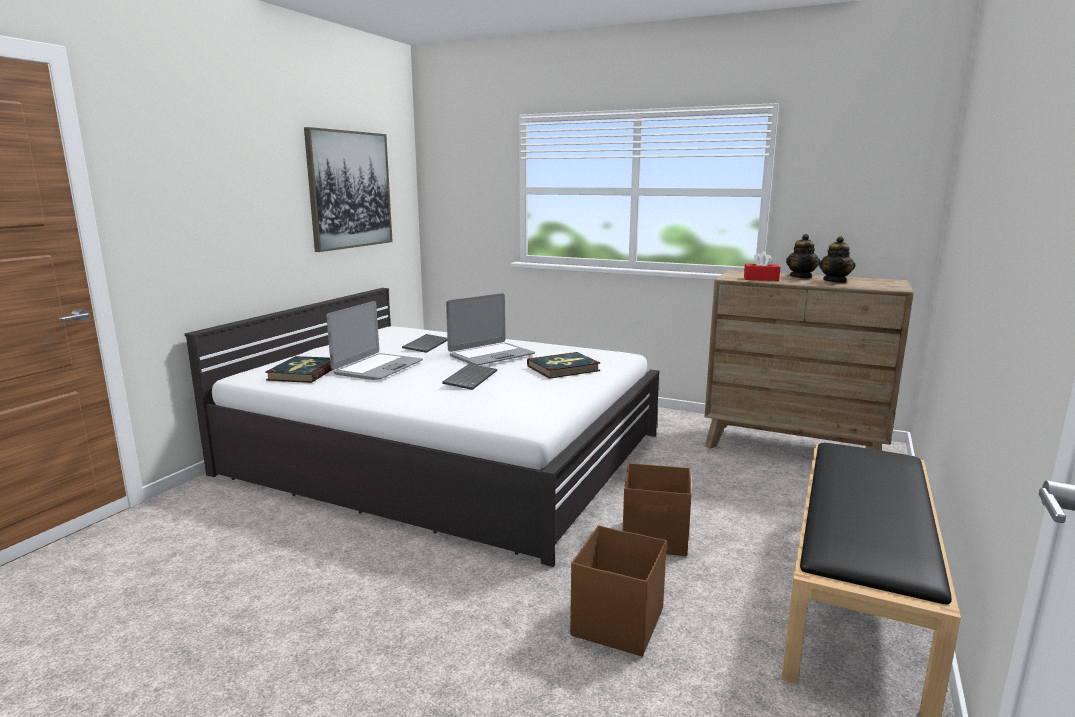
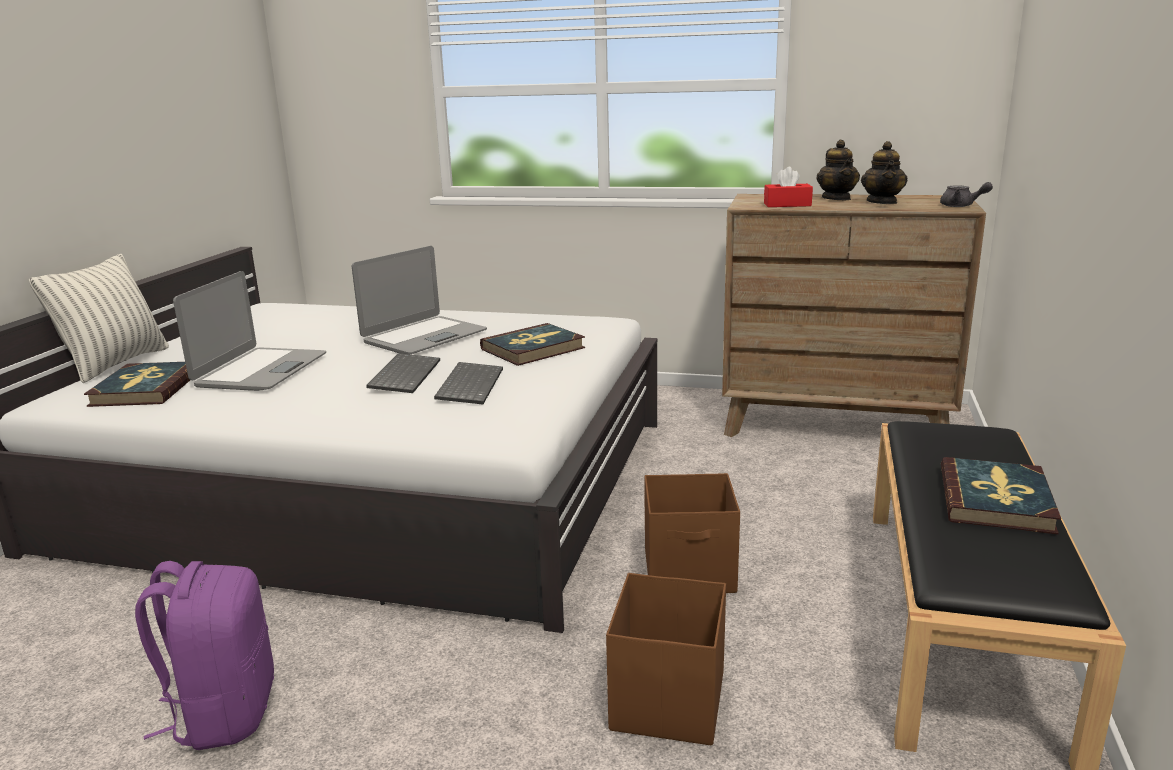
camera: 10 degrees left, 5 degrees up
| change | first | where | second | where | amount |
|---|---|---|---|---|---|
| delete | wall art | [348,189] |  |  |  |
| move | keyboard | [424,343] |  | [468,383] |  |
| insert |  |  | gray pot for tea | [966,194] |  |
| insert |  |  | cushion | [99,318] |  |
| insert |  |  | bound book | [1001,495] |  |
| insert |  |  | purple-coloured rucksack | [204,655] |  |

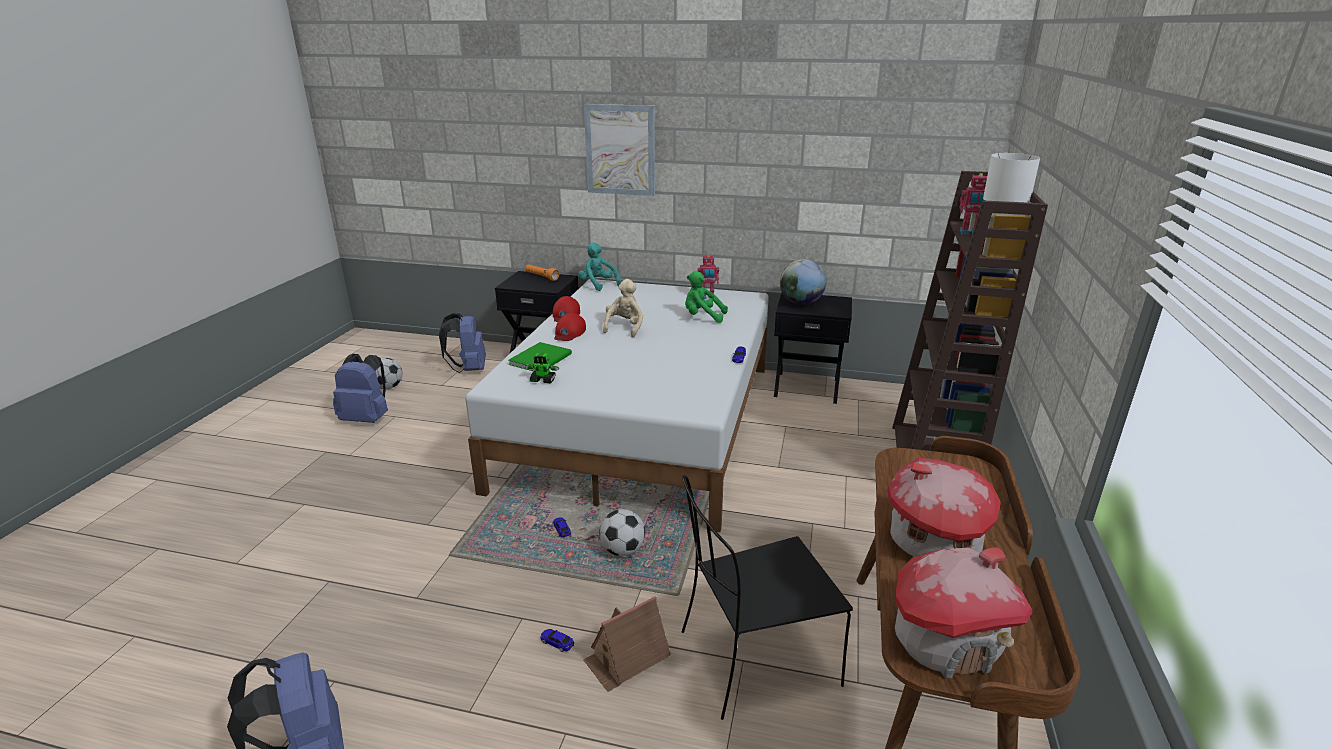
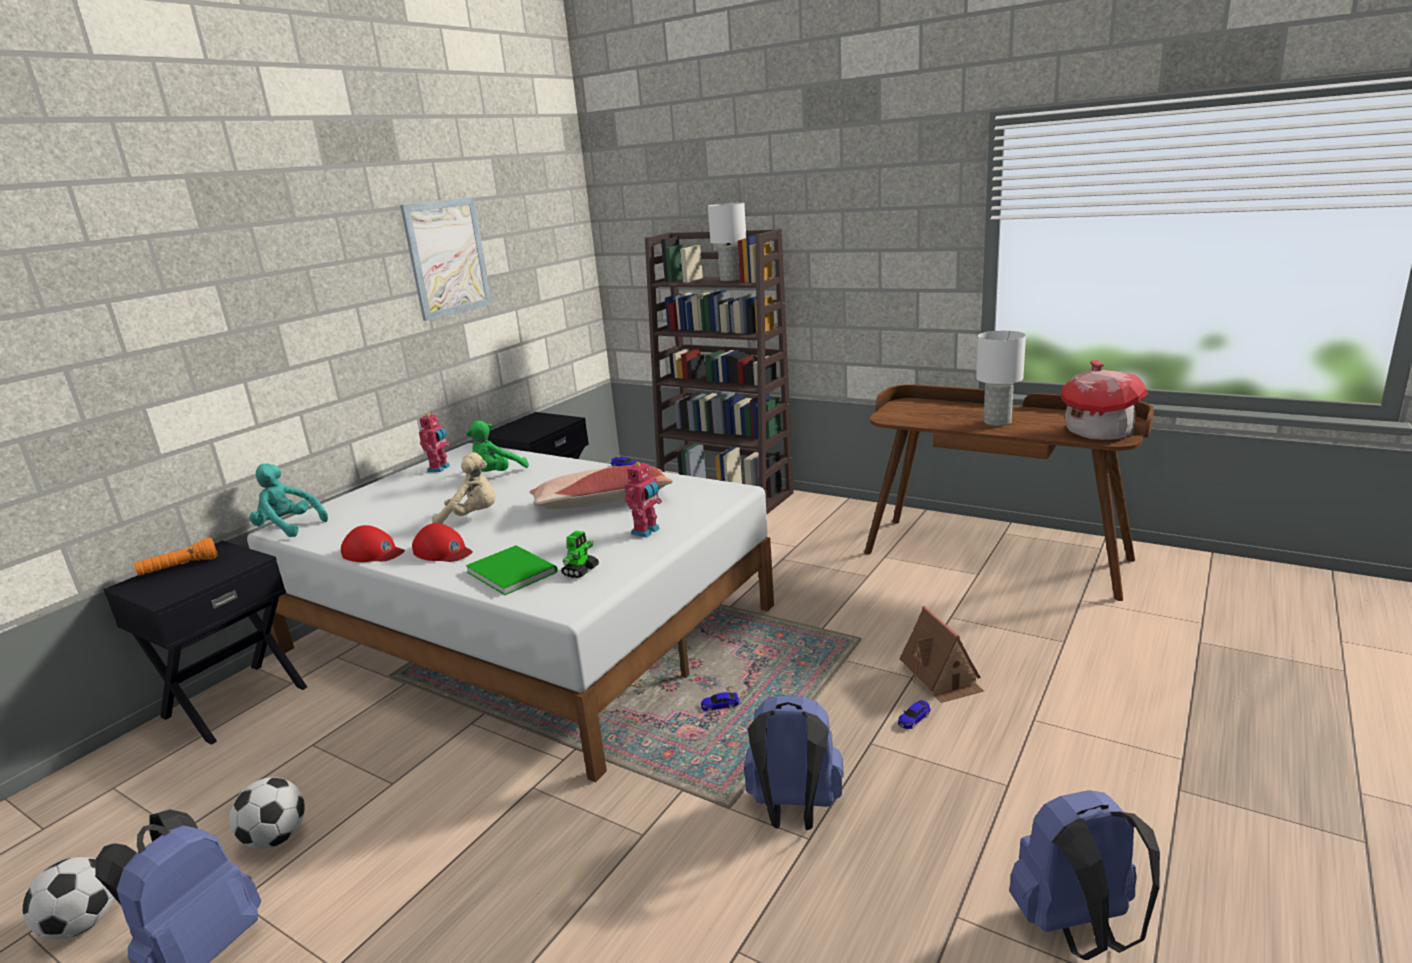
camera: 70 degrees left, 5 degrees down
| change | first | where | second | where | amount |
|---|---|---|---|---|---|
| move | wall art | [619,150] |  | [446,259] |  |
| move | toy robot | [973,204] |  | [643,499] |  |
| rotate | blue-green soft toy | [599,267] |  | [288,500] | 45 degrees clockwise |
| delete | world globe | [803,282] |  |  |  |
| rotate | beige soft toy | [623,308] |  | [464,488] | 150 degrees clockwise |
| move | blue rucksack | [462,343] |  | [794,763] |  |
| replace | miniature house | [944,507] | whitish tabletop lamp | [1001,378] |  |
| delete | blackish chair | [767,597] |  |  |  |
| move | football | [622,532] |  | [267,813] |  |
| insert |  |  | cushion | [601,487] |  |

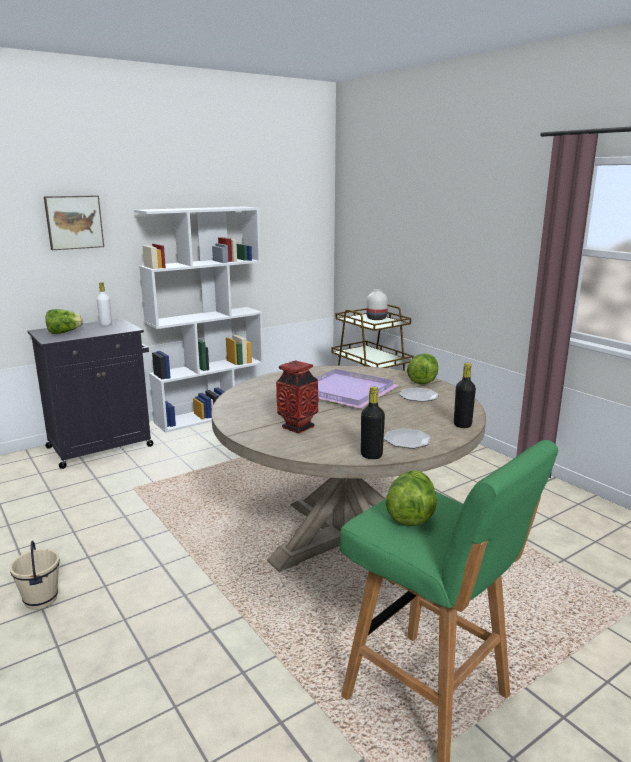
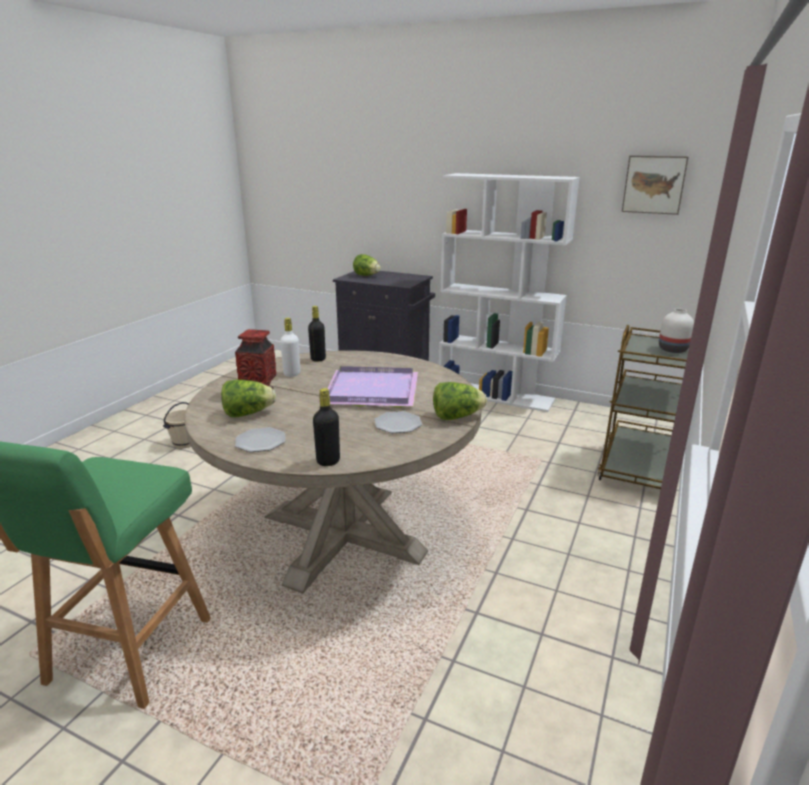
camera: 60 degrees right, 5 degrees up
| change | first | where | second | where | amount |
|---|---|---|---|---|---|
| move | wall art | [74,223] |  | [655,185] |  |
| move | whitish drink bottle | [104,304] |  | [290,347] |  |
| move | blackish drink bottle | [373,422] |  | [317,334] |  |
| move | lettuce | [411,498] |  | [248,398] |  |

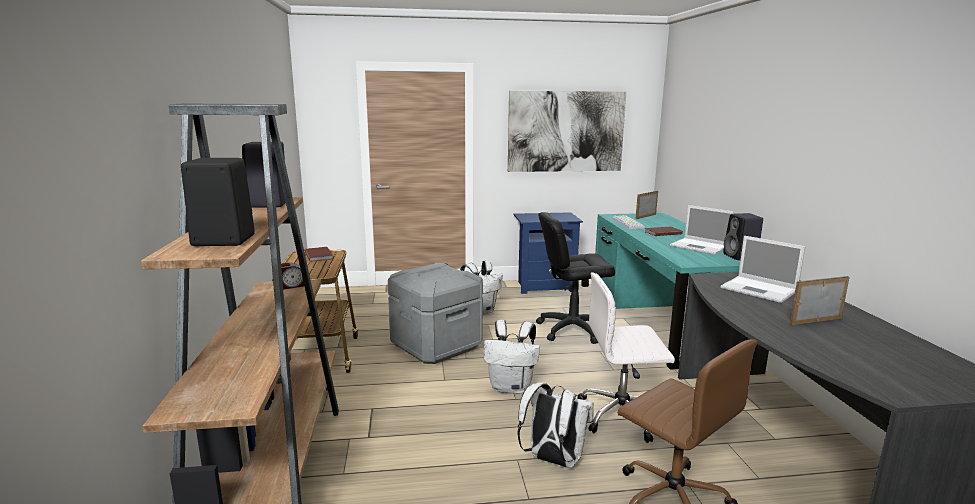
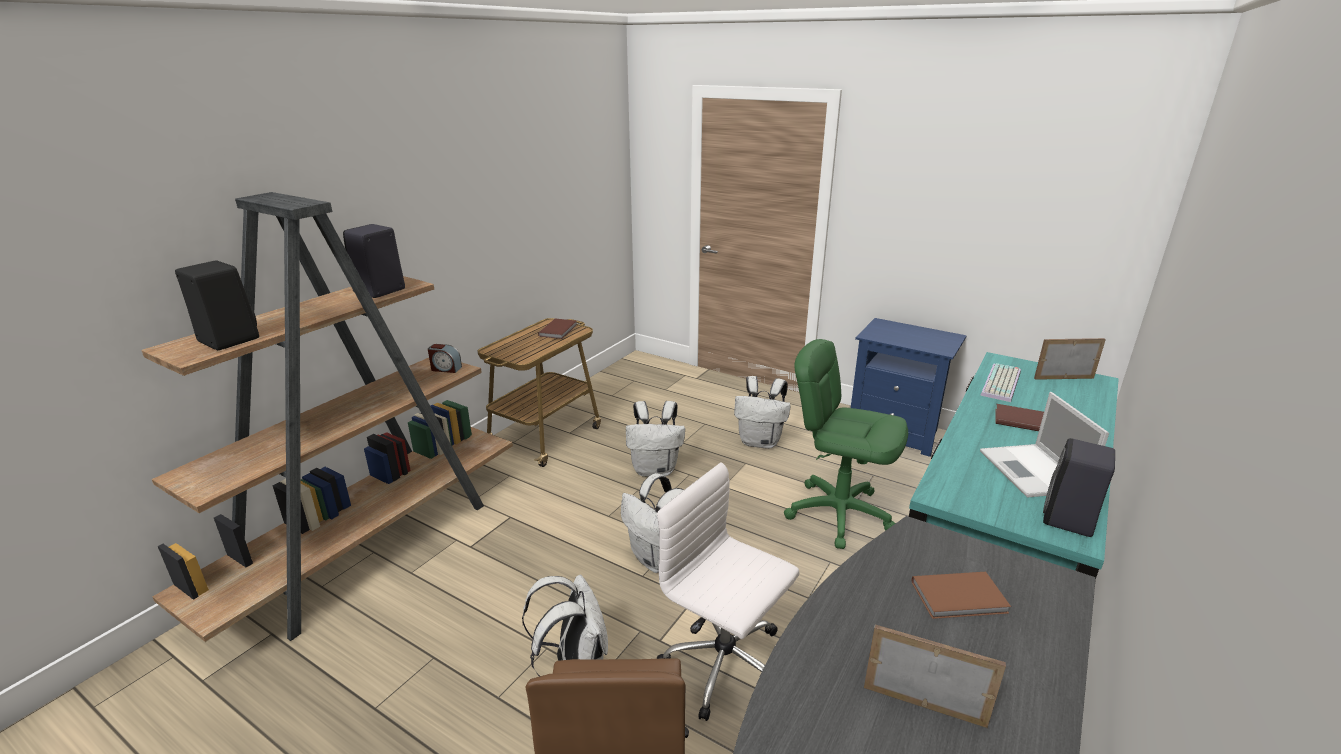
camera: 40 degrees right, 10 degrees up
| change | first | where | second | where | amount |
|---|---|---|---|---|---|
| delete | wall art | [567,131] |  |  |  |
| recolor | blackish office chair | [575,278] | green office chair | [846,444] |  |
| replace | portable computer | [763,269] | brownish bound book | [961,595] |  |
| replace | gray storage box | [435,313] | whitish rucksack | [655,439] |  |

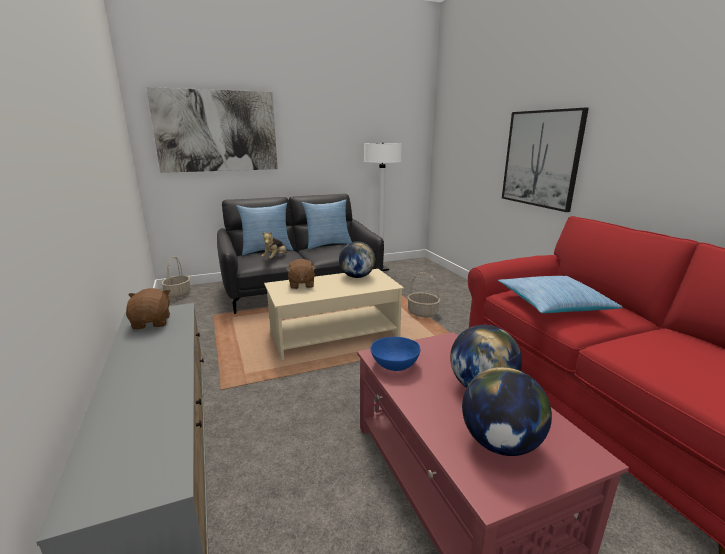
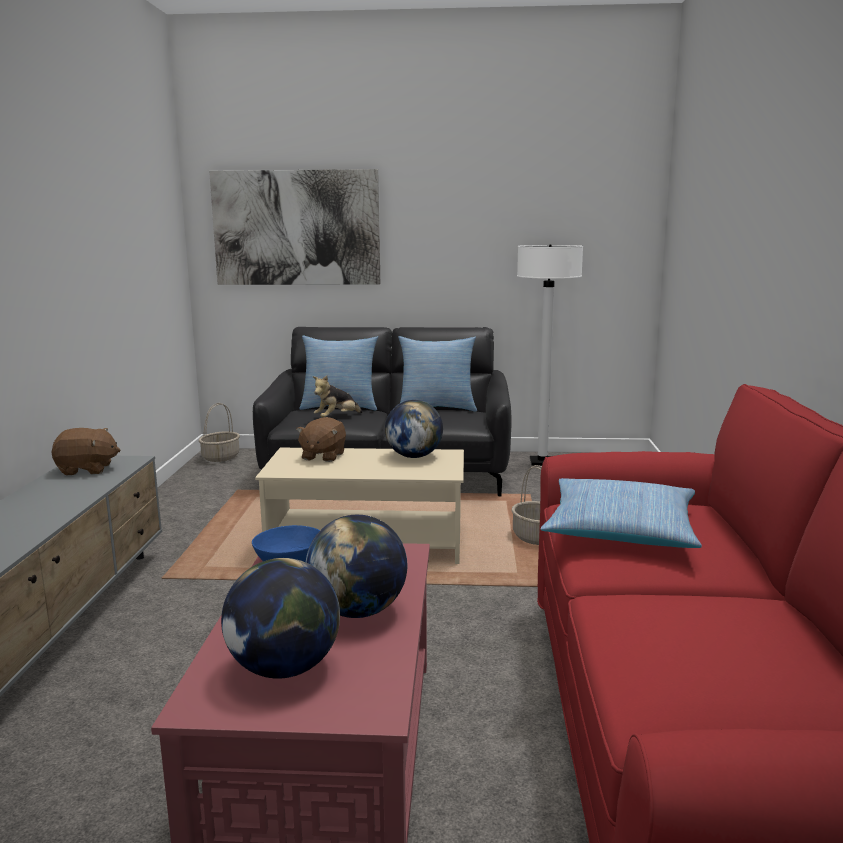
camera: 25 degrees right, 5 degrees down
| change | first | where | second | where | amount |
|---|---|---|---|---|---|
| delete | wall art | [545,160] |  |  |  |
| rotate | brownish soft toy | [148,308] |  | [86,452] | 75 degrees clockwise |

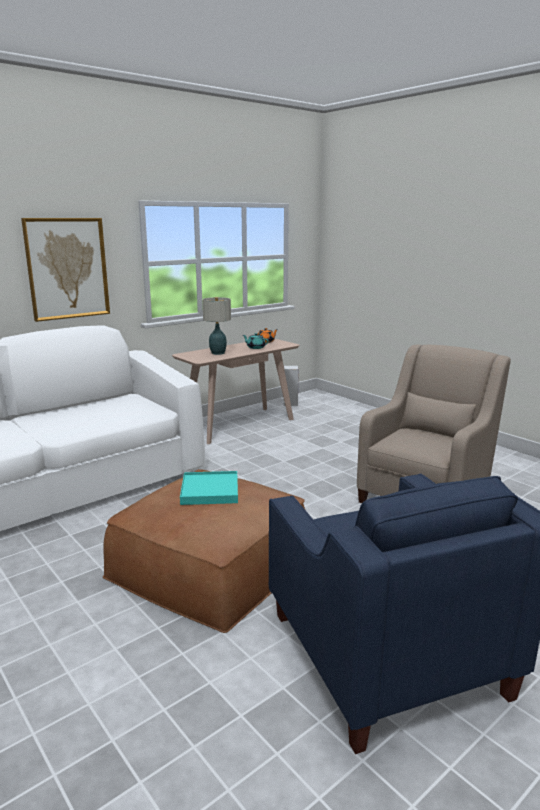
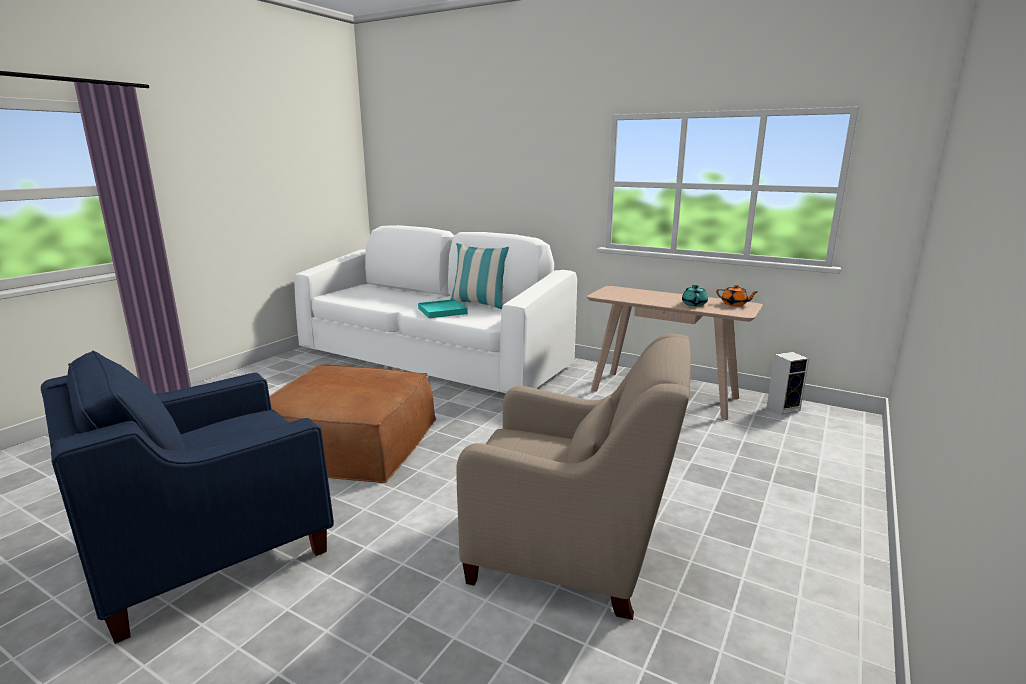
camera: 70 degrees right, 0 degrees up
| change | first | where | second | where | amount |
|---|---|---|---|---|---|
| delete | wall art | [65,270] |  |  |  |
| delete | tabletop lamp | [216,326] |  |  |  |
| move | blue-green carrying tray | [209,488] |  | [443,308] |  |
| insert |  |  | cushion | [479,276] |  |

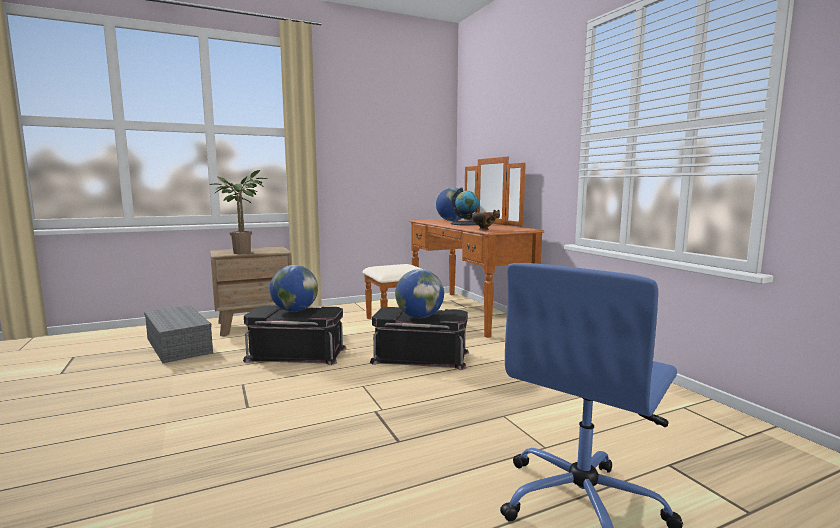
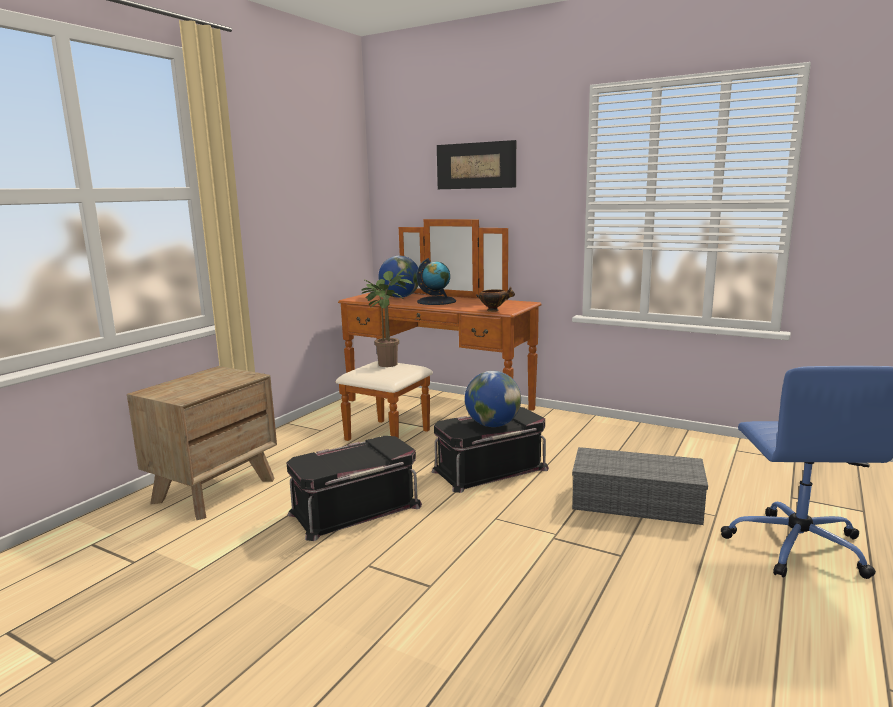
camera: 35 degrees left, 5 degrees up
| change | first | where | second | where | amount |
|---|---|---|---|---|---|
| move | potted plant | [238,212] |  | [387,317] |  |
| delete | world globe | [294,288] |  |  |  |
| move | gray storage box | [178,334] |  | [640,486] |  |
| insert |  |  | wall art | [476,164] |  |

